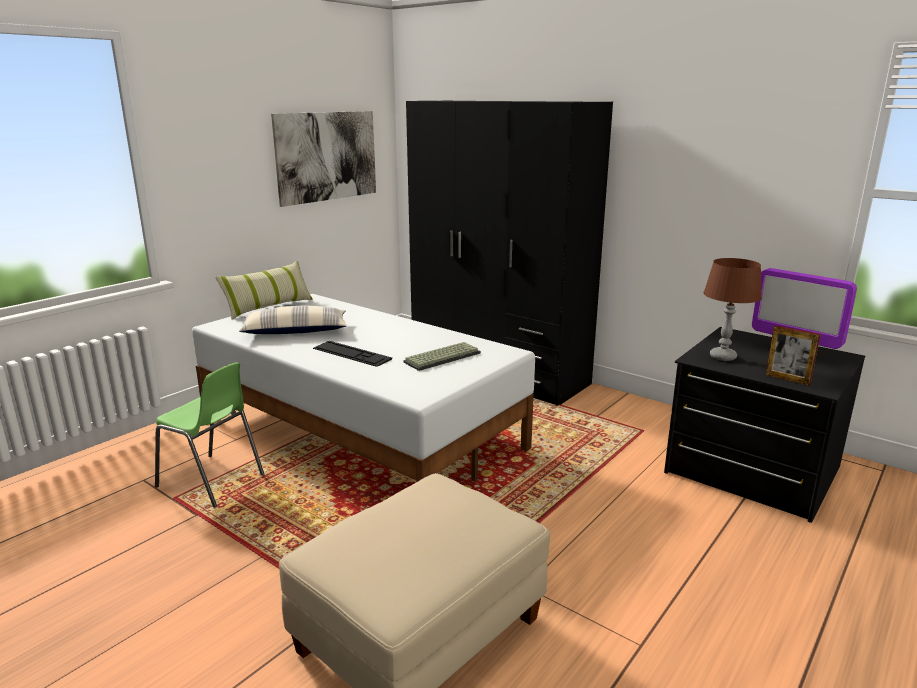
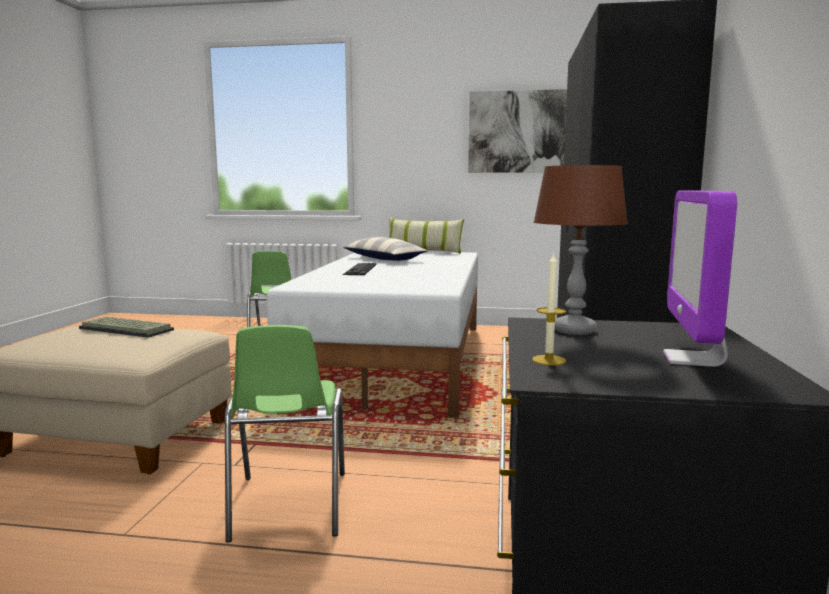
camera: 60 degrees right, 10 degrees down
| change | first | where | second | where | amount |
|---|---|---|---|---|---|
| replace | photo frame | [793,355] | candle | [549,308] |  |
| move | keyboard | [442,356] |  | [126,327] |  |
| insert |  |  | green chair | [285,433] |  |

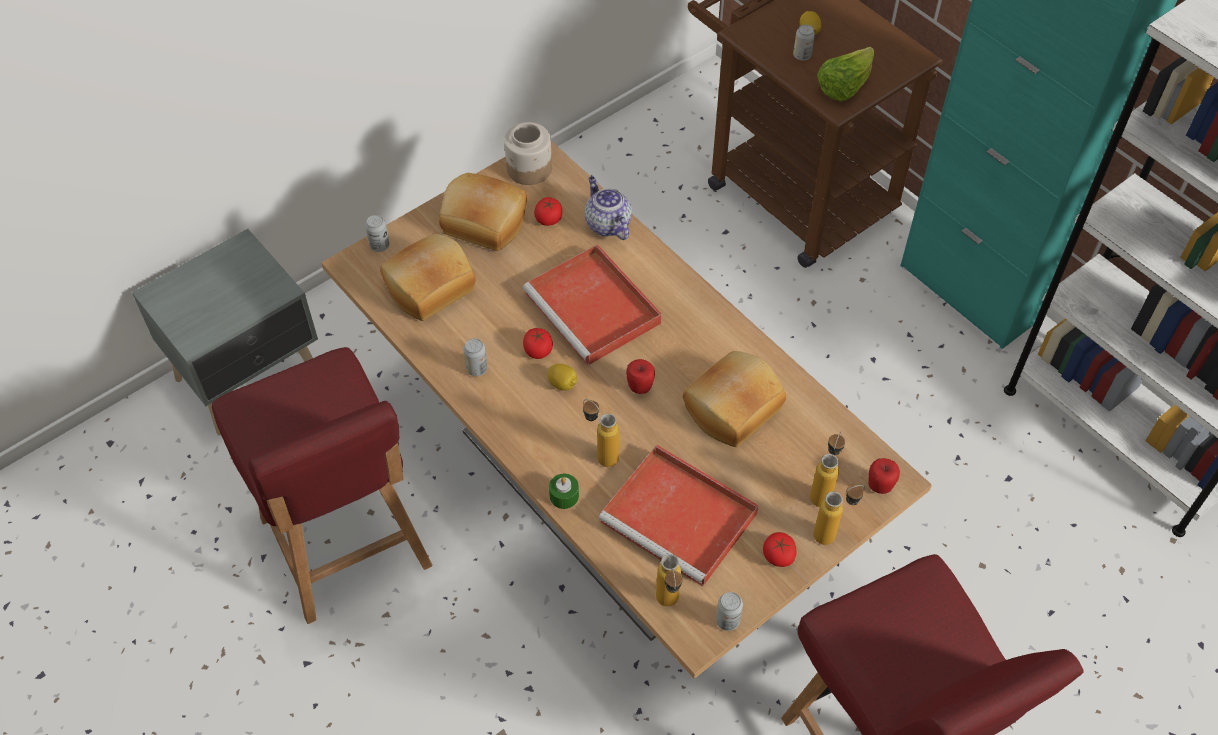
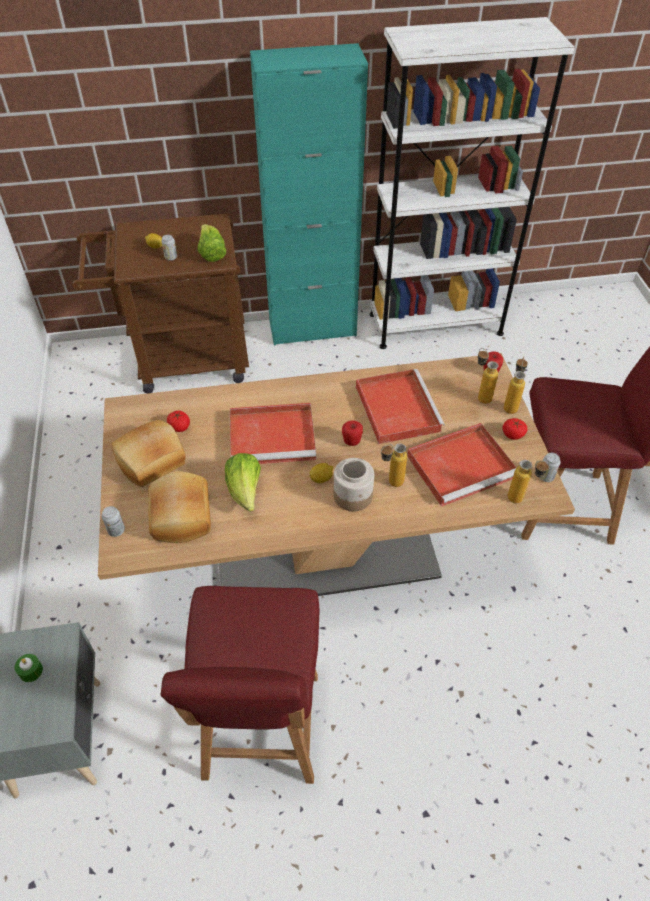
camera: 60 degrees left, 5 degrees down
| change | first | where | second | where | amount |
|---|---|---|---|---|---|
| move | storage jar | [528,153] |  | [354,485] |  |
| delete | pot for tea | [608,208] |  |  |  |
| delete | whole tomato | [538,343] |  |  |  |
| delete | metal can | [475,357] |  |  |  |
| rotate | red-coloured chair | [322,485] |  | [240,685] | 90 degrees clockwise |
| replace | baked bread | [734,399] | red-coloured carrying tray | [400,406] |  |
| move | green candle | [564,491] |  | [29,668] |  |
| insert |  |  | lettuce | [243,482] |  |

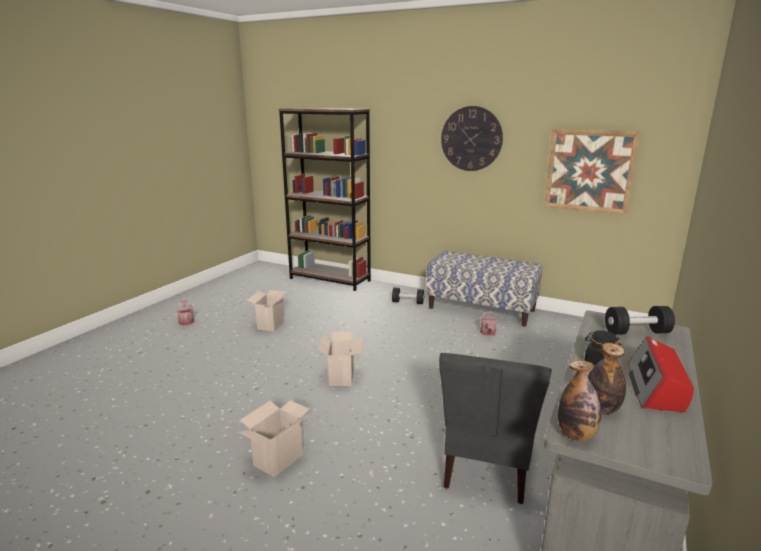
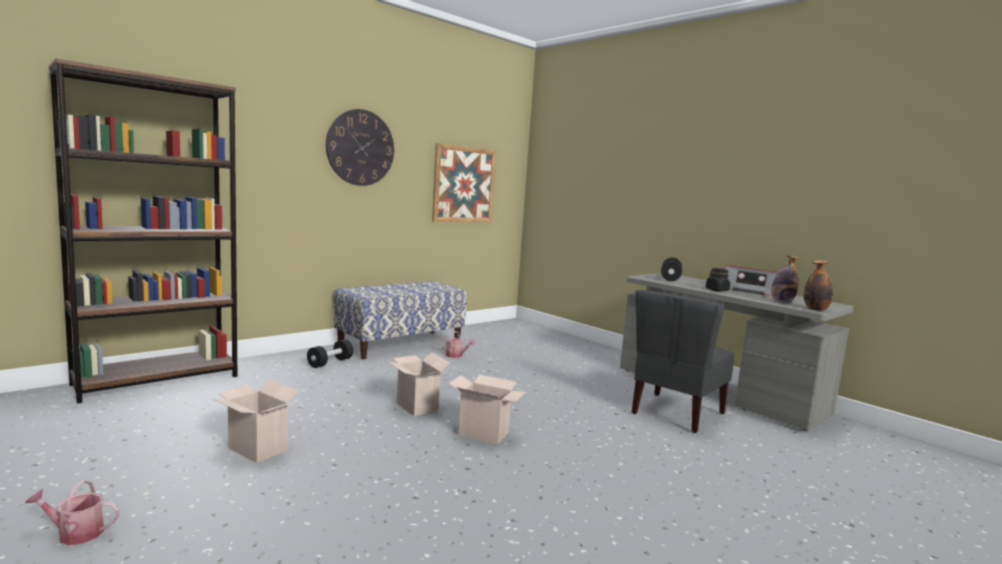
camera: 70 degrees left, 10 degrees down
| change | first | where | second | where | amount |
|---|---|---|---|---|---|
| rotate | gray chair | [495,428] |  | [683,361] | 90 degrees clockwise |
| move | packing box | [274,439] |  | [418,384] |  |

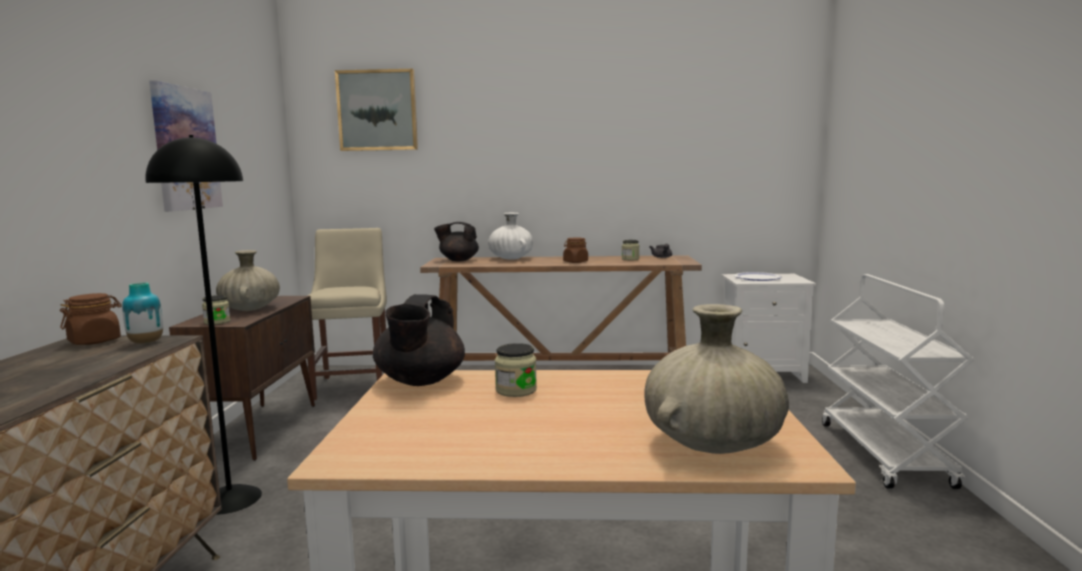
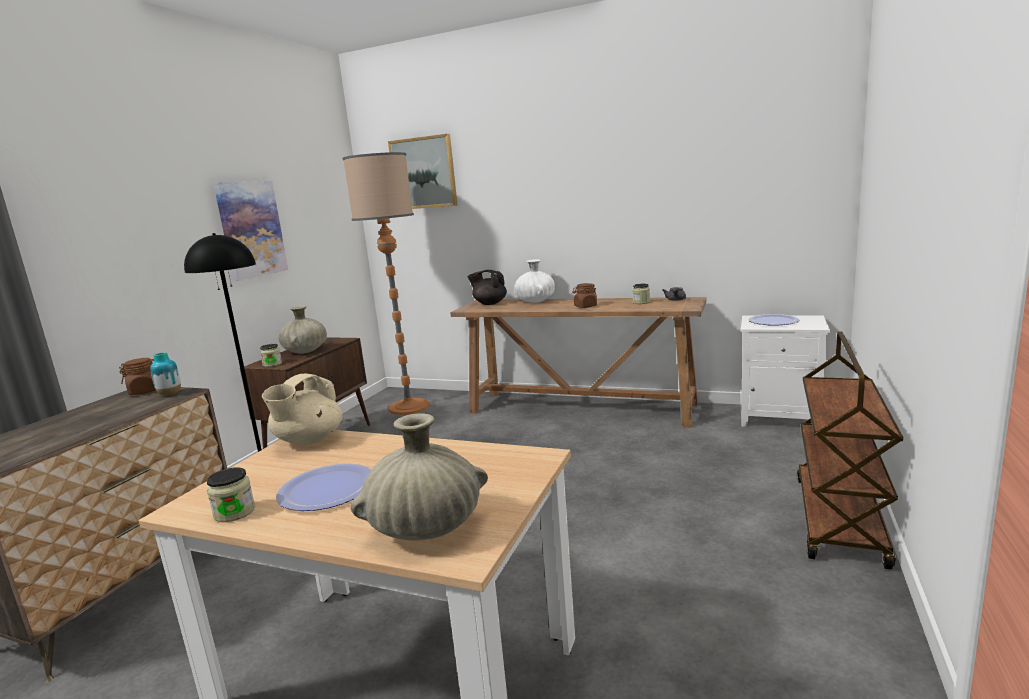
camera: 20 degrees right, 5 degrees up
| change | first | where | second | where | amount |
|---|---|---|---|---|---|
| replace | beige chair | [347,314] | standing lamp | [386,283] |  |
| recolor | whitish trolley | [898,381] | brownish trolley | [850,450] |  |
| recolor | blackish pot for tea | [419,340] | beige pot for tea | [302,409] |  |
| move | storage jar | [516,370] |  | [230,494] |  |
| insert |  |  | plate | [324,487] |  |

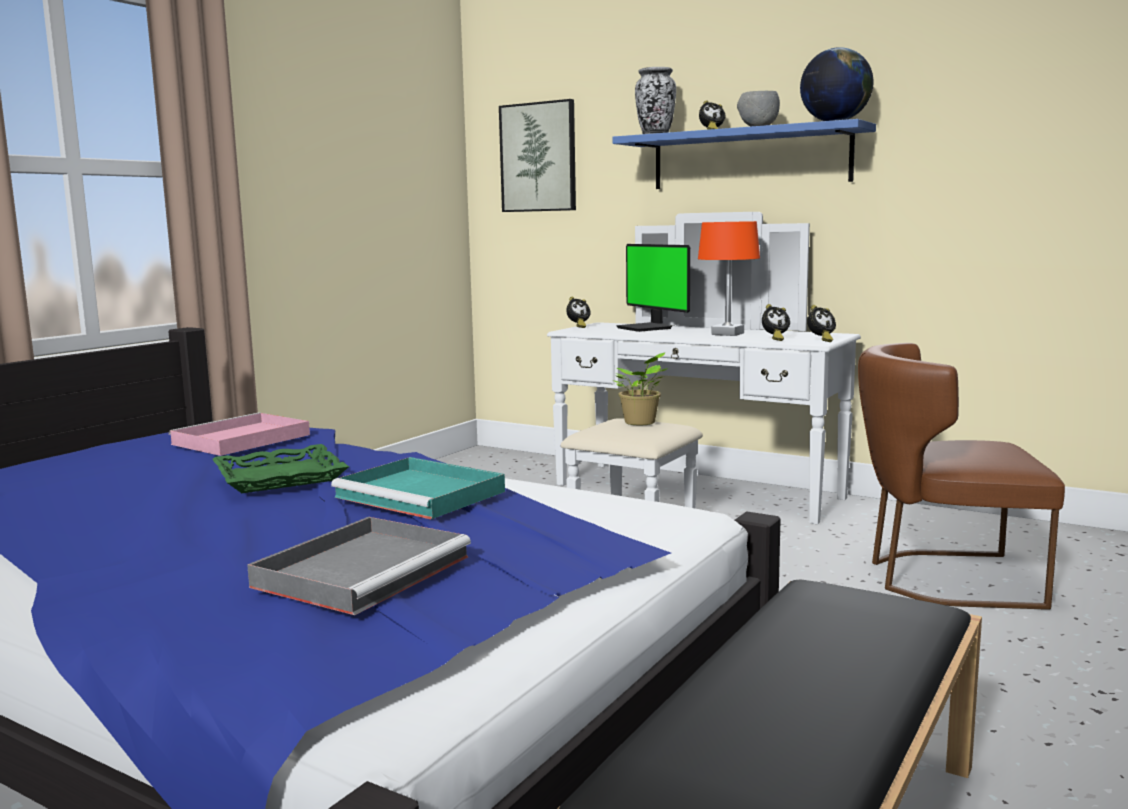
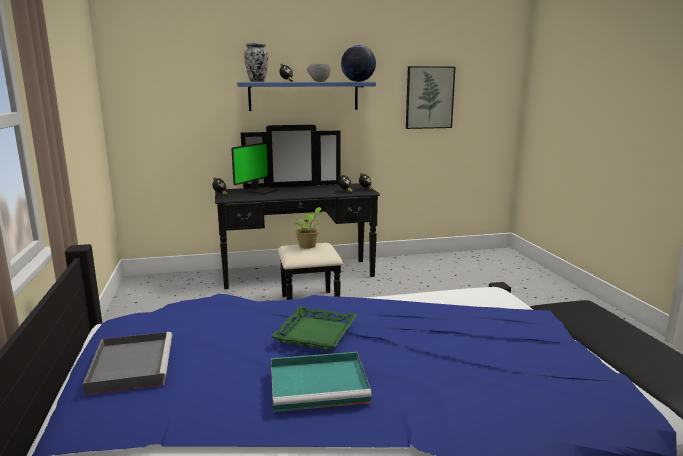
camera: 45 degrees left, 5 degrees up
| change | first | where | second | where | amount |
|---|---|---|---|---|---|
| move | wall art | [537,155] |  | [431,97] |  |
| recolor | whitish dresser | [704,368] | blackish dresser | [297,212] |  |
| delete | orangey tabletop lamp | [729,278] |  |  |  |
| rotate | computer screen | [653,288] |  | [254,168] | 75 degrees counterclockwise |
| delete | brownish chair | [961,476] |  |  |  |
| delete | pink carrying tray | [239,434] |  |  |  |
| move | blue-green carrying tray | [418,488] |  | [321,382] |  |
| move | gray carrying tray | [359,566] |  | [127,363] |  |

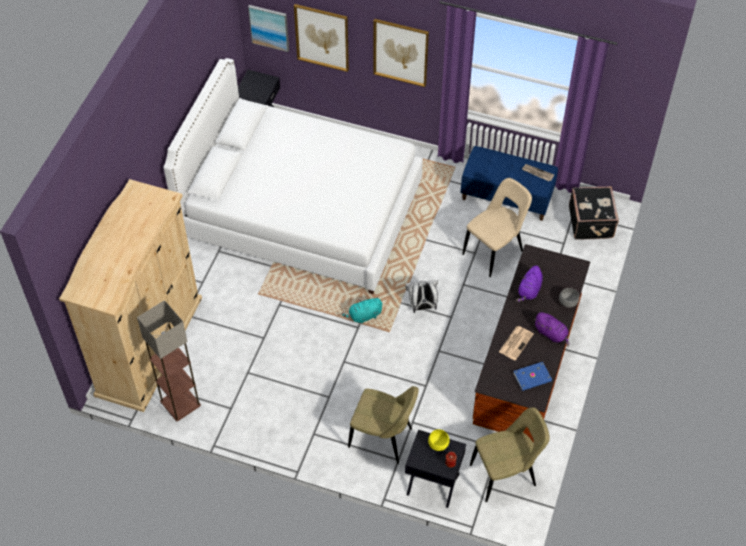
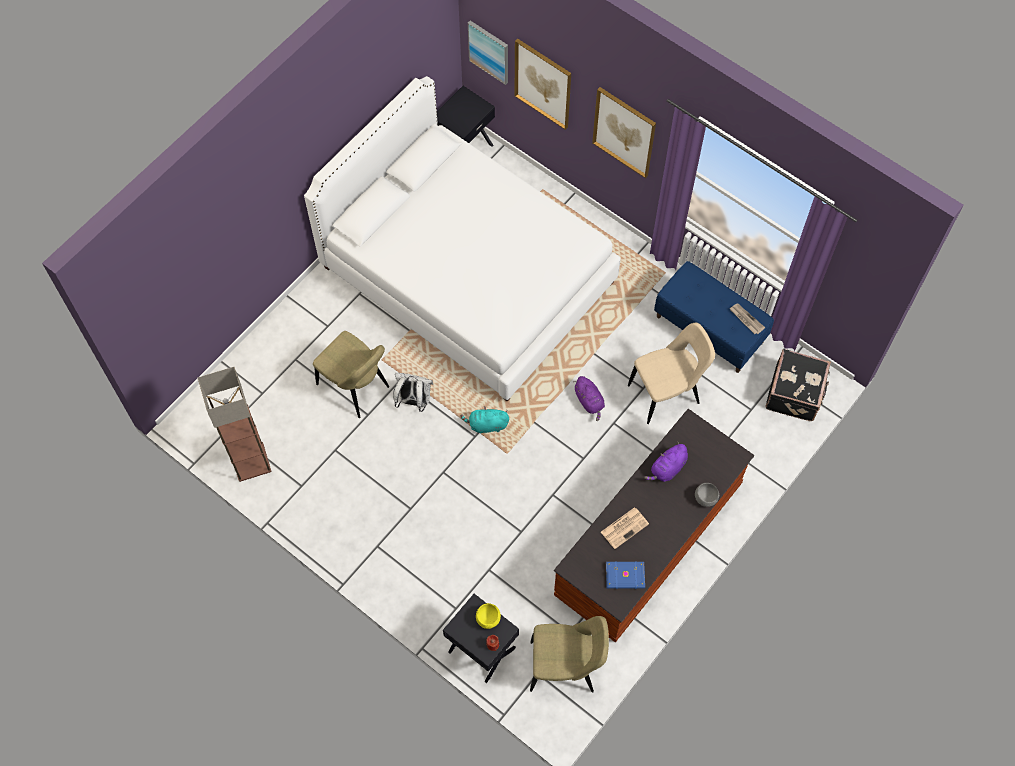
camera: 20 degrees right, 10 degrees up
| change | first | where | second | where | amount |
|---|---|---|---|---|---|
| delete | beige armoire | [130,295] |  |  |  |
| move | whitish rucksack | [421,296] |  | [413,392] |  |
| move | purple-coloured soft toy | [551,329] |  | [589,398] |  |
| move | beige chair | [383,425] |  | [351,374] |  |

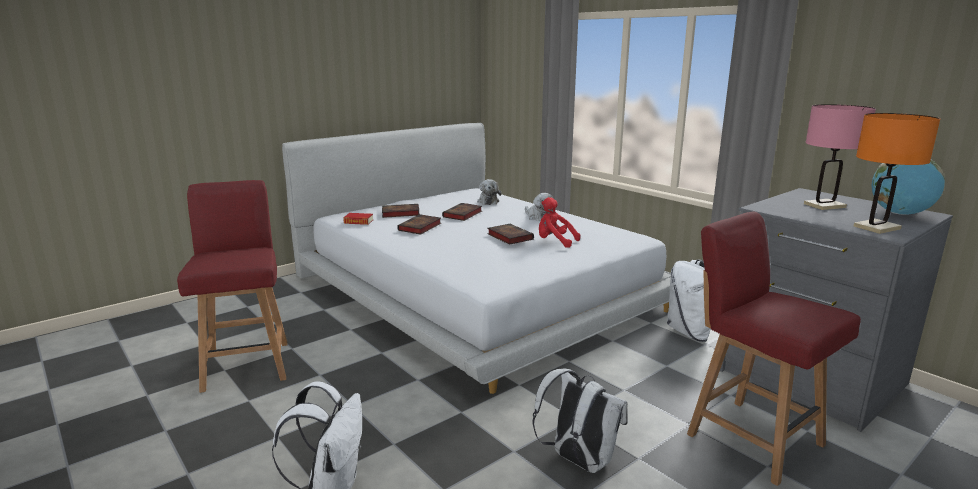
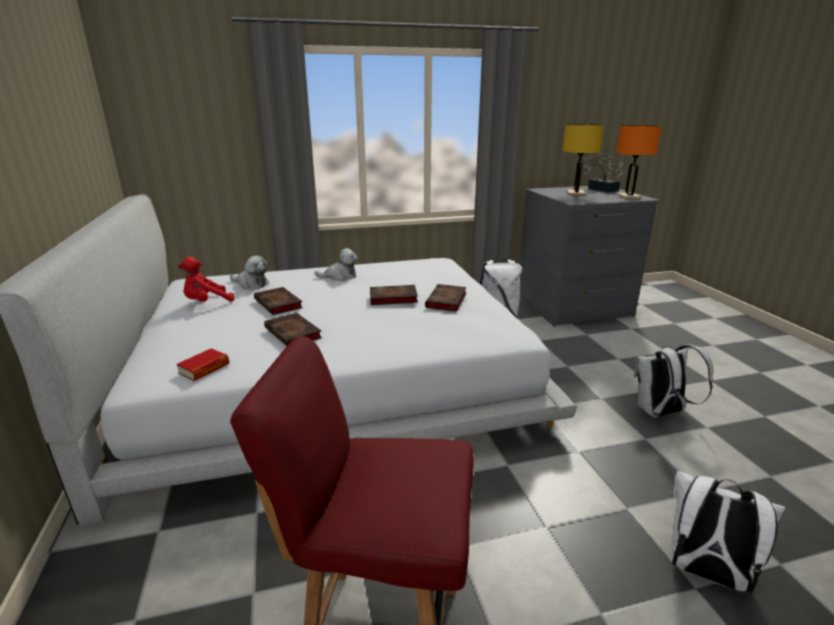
camera: 65 degrees left, 5 degrees up
| change | first | where | second | where | amount |
|---|---|---|---|---|---|
| recolor | pink tabletop lamp | [840,157] | yellow tabletop lamp | [583,160] |  |
| replace | world globe | [908,187] | potted plant | [605,172] |  |
| move | red-coloured soft toy | [559,222] |  | [206,279] |  |
| move | bound book | [400,211] |  | [446,298] |  |
| delete | red-coloured chair | [774,349] |  |  |  |

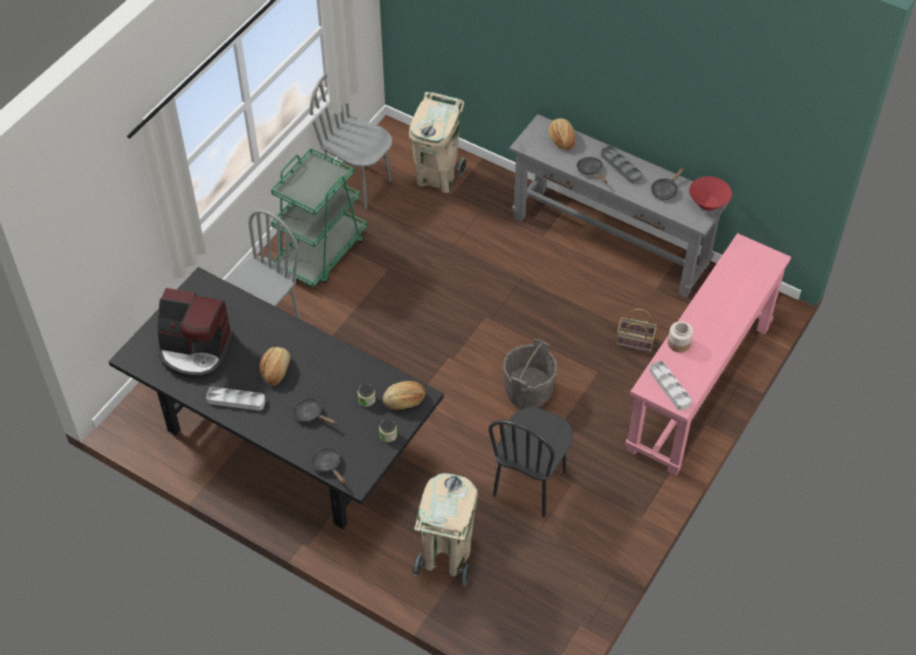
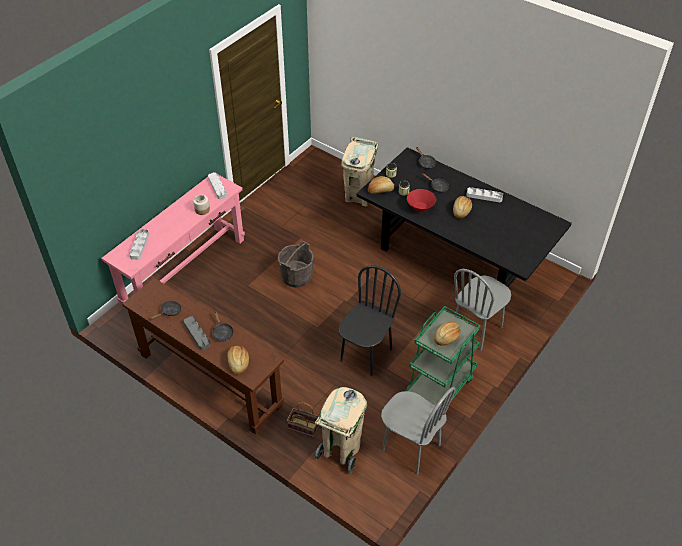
camera: 175 degrees left, 5 degrees down
| change | first | where | second | where | amount |
|---|---|---|---|---|---|
| recolor | gray console table | [619,205] | brownish console table | [203,356] |  |
| move | red-coloured deep dish | [710,193] |  | [421,200] |  |
| delete | coffee brewer | [196,333] |  |  |  |
| move | basket | [636,330] |  | [303,419] |  |
| move | blackish chair | [530,462] |  | [370,320] |  |
| insert |  |  | gray carrying tray | [139,244] |  |
| insert |  |  | baked bread | [447,333] |  |

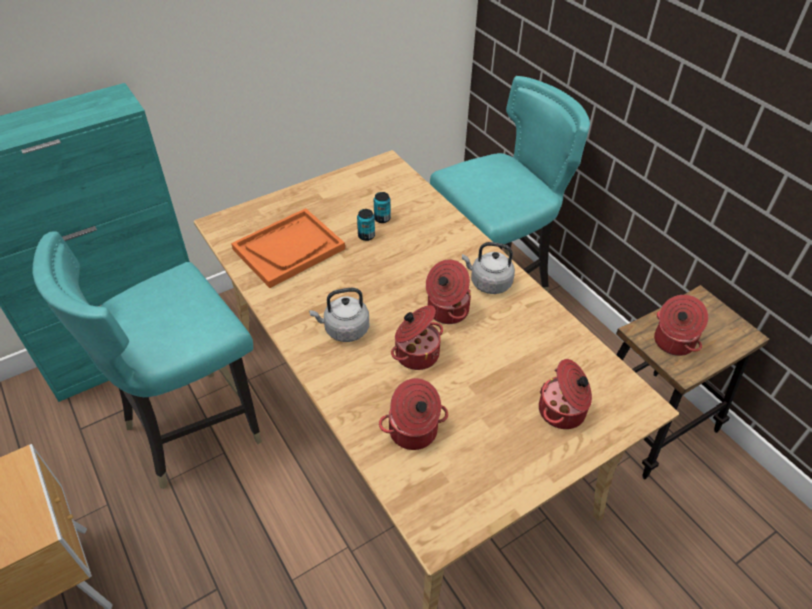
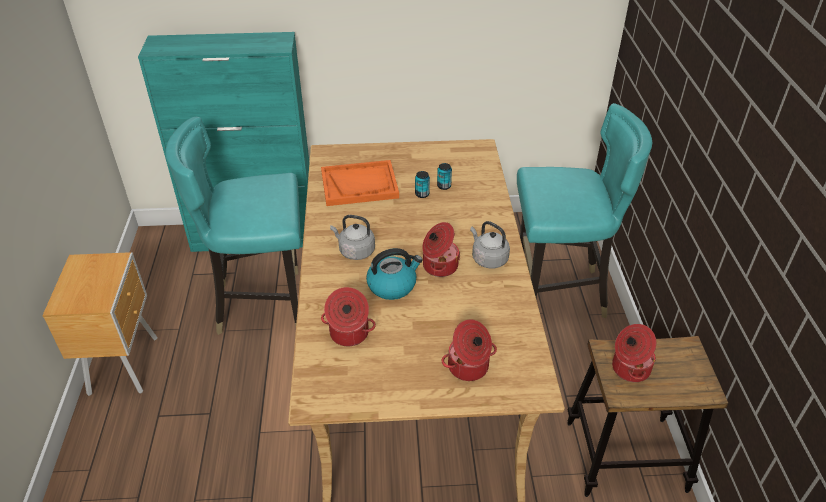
camera: 30 degrees right, 5 degrees down
| change | first | where | second | where | amount |
|---|---|---|---|---|---|
| replace | stockpot | [417,337] | water kettle | [394,274] |  |

